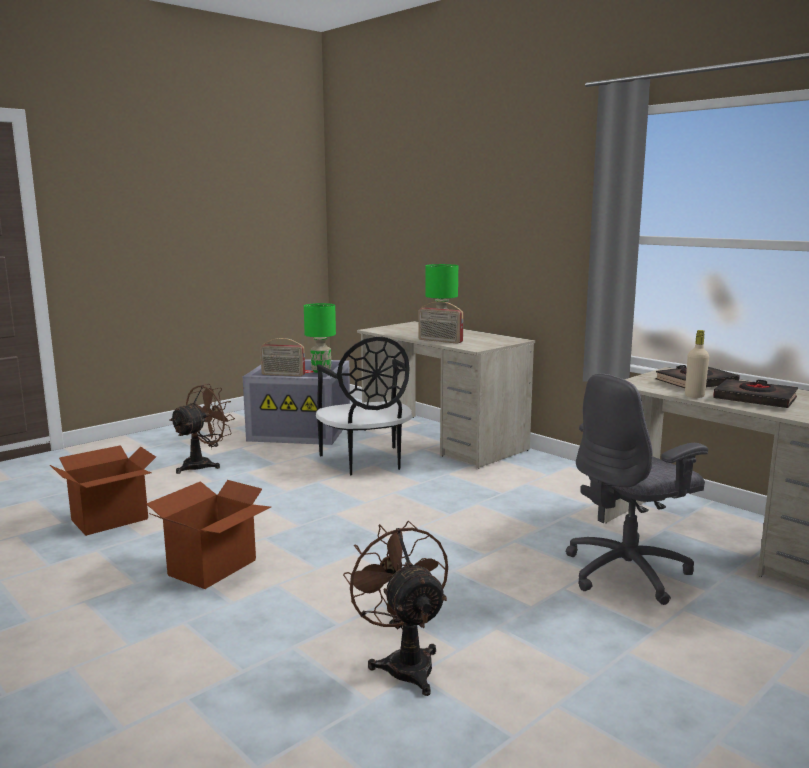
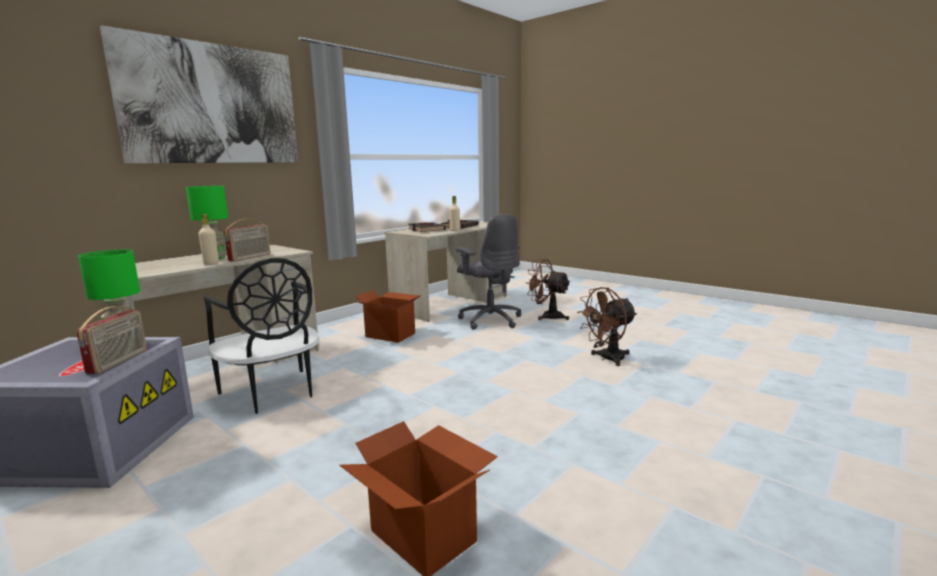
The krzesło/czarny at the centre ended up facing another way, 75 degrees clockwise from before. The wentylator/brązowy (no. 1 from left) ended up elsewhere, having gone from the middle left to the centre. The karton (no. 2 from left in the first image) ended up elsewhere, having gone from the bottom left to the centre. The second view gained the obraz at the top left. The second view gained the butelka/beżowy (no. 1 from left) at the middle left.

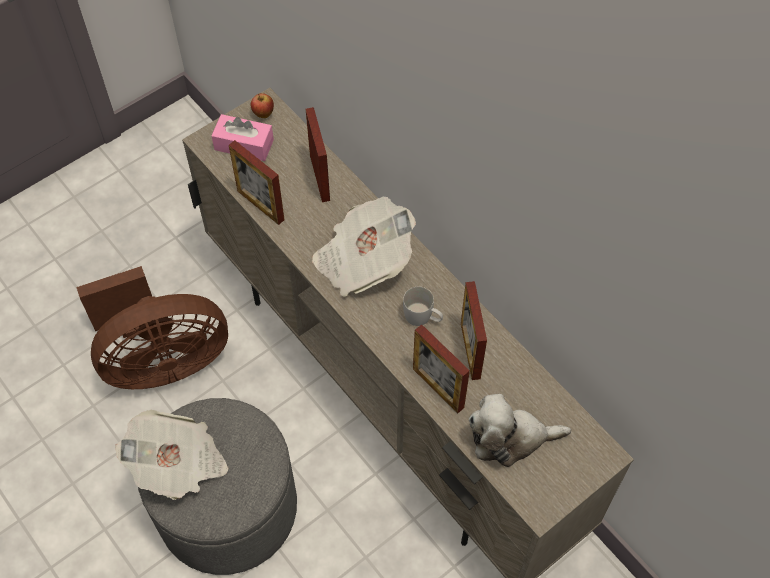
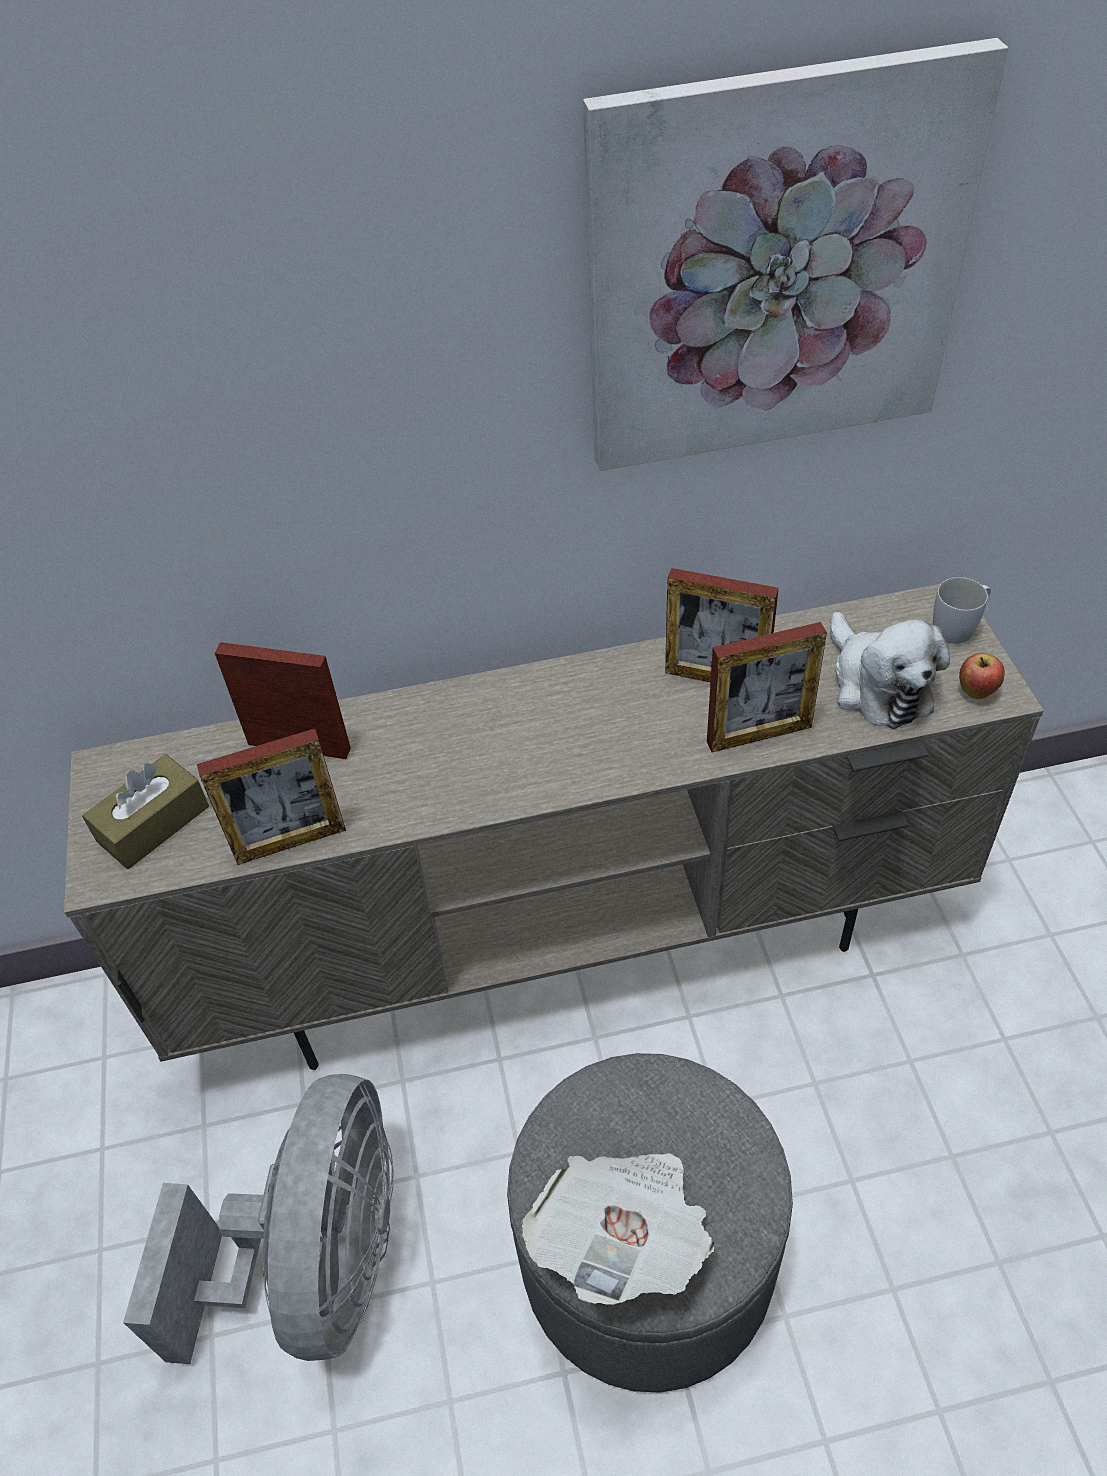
The jabłko ended up elsewhere, having gone from the top centre to the middle right. What was the pudełko chusteczek/różowy at the top left turned into the pudełko chusteczek/brązowy at the middle left. The second view lost the gazeta (no. 2 from left) at the centre. What was the wentylator/brązowy at the middle left turned into the wentylator/szary at the bottom left. The kubek/biały ended up elsewhere, having gone from the centre to the middle right. The pluszak at the bottom right ended up facing another way, 45 degrees counterclockwise from before. The second view gained the obraz at the top right.

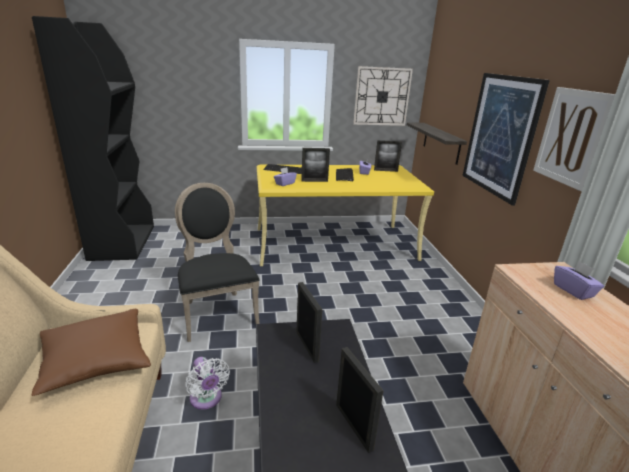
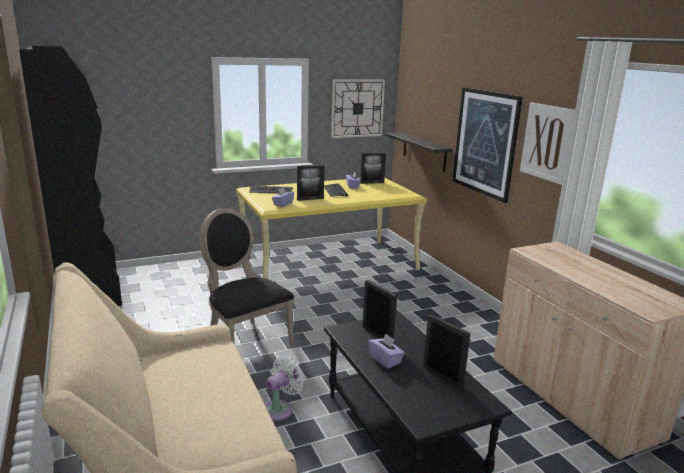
The pudełko chusteczek/fioletowy (no. 3 from left) ended up elsewhere, having gone from the middle right to the bottom centre. The second view lost the poduszka/brązowy at the bottom left. The wentylator/biały at the bottom left ended up facing another way, 90 degrees counterclockwise from before.

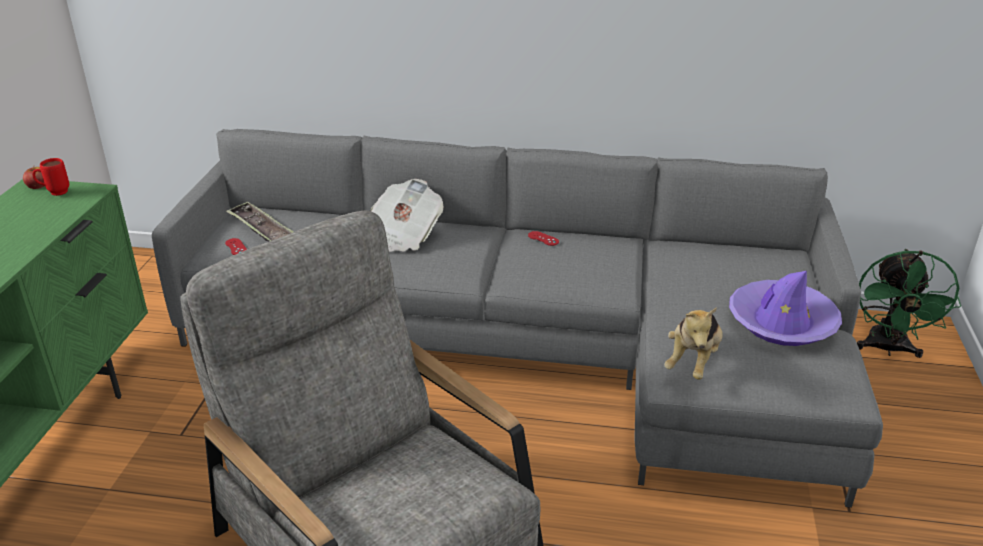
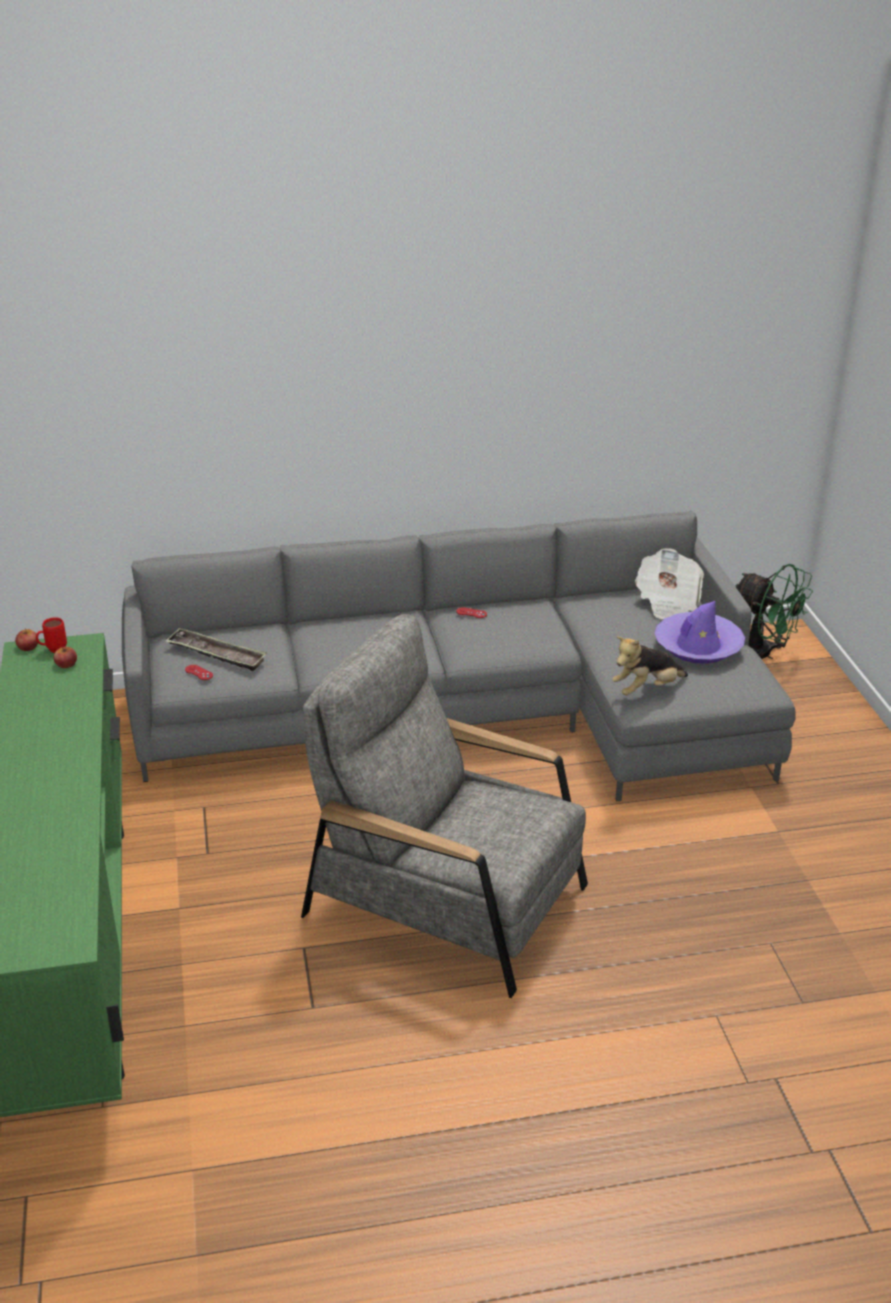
The gazeta ended up elsewhere, having gone from the centre to the middle right. The wentylator/zielony at the middle right ended up facing another way, 45 degrees counterclockwise from before. The pluszak at the middle right ended up facing another way, 60 degrees clockwise from before. The second view gained the jabłko (no. 2 from left) at the middle left.

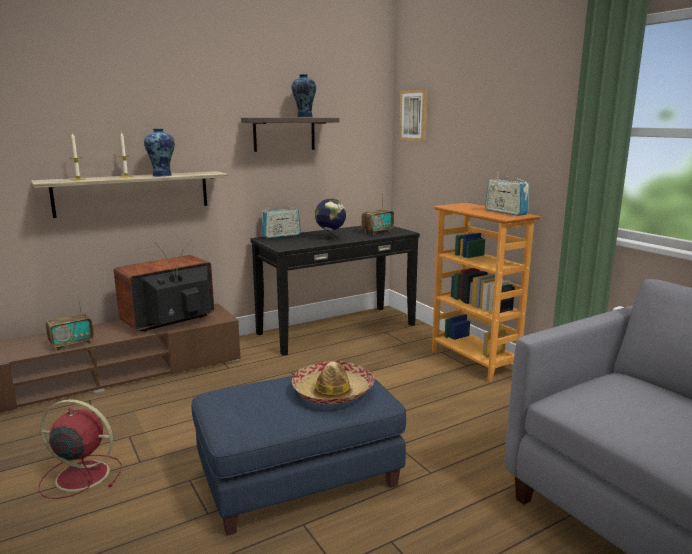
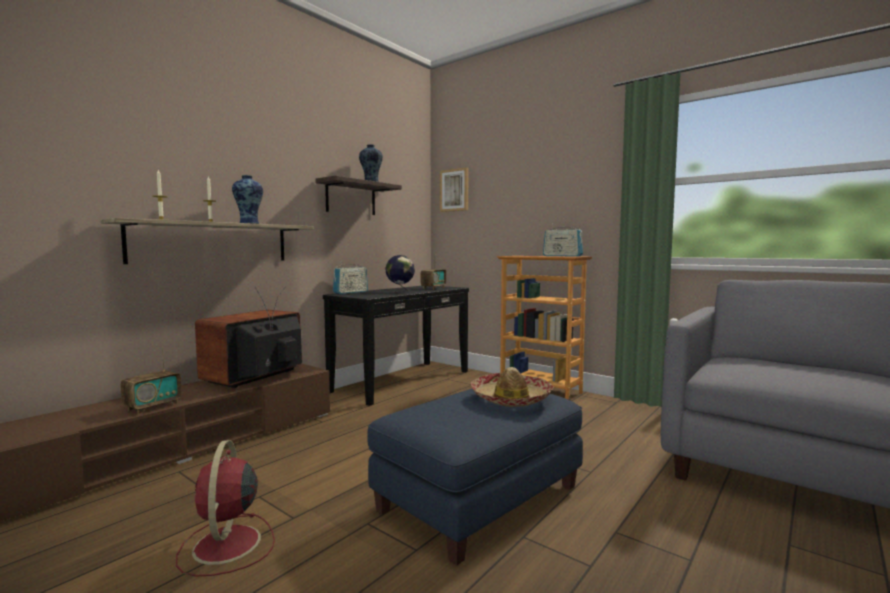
The wentylator/czerwony at the bottom left ended up facing another way, 90 degrees counterclockwise from before.

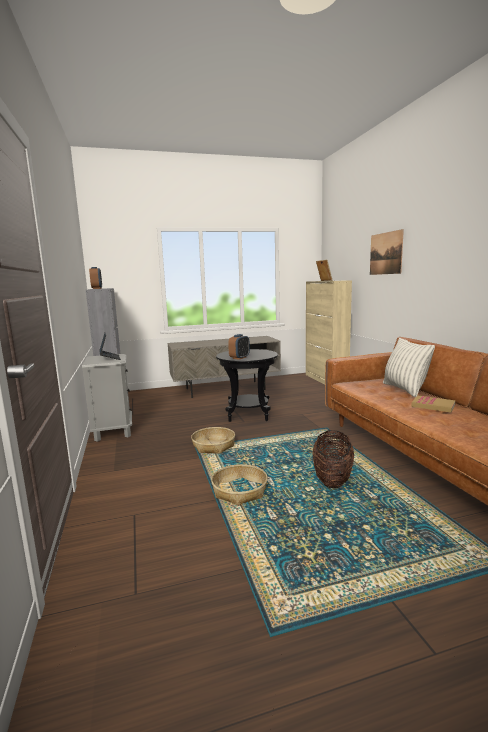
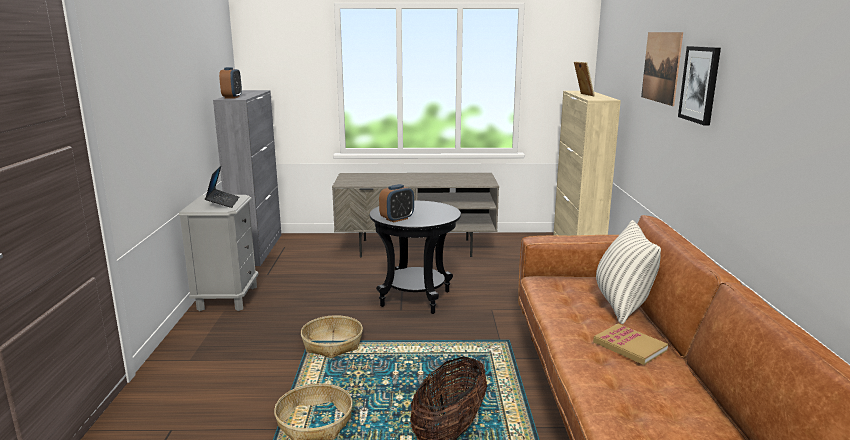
The second view gained the obraz (no. 2 from left) at the top right.

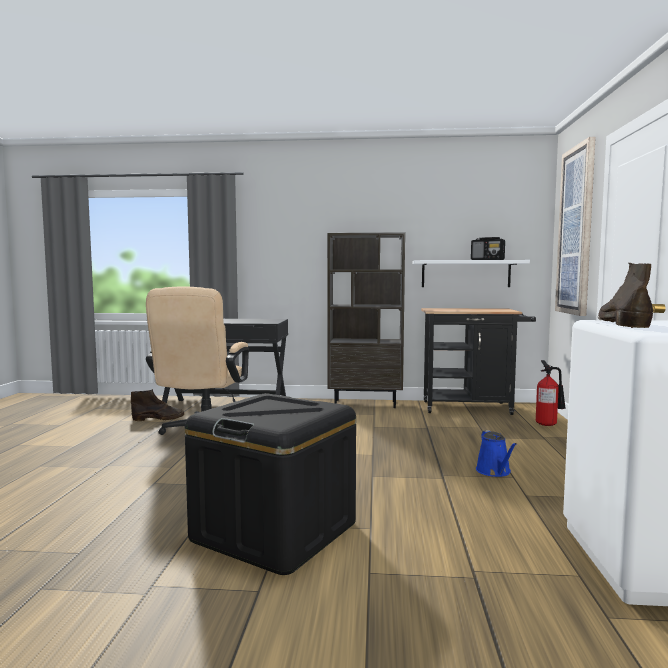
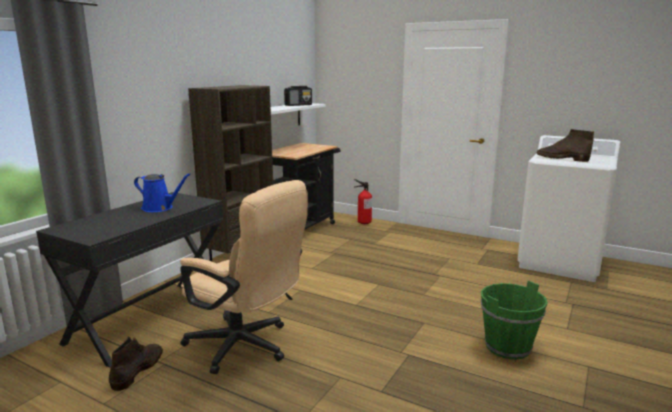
The second view lost the obraz at the middle right. Where the pojemnik do przechowywania/czarny stood at the bottom centre, the wiadro/zielony came to stand at the bottom right. The konewka/niebieski ended up elsewhere, having gone from the bottom right to the middle left.

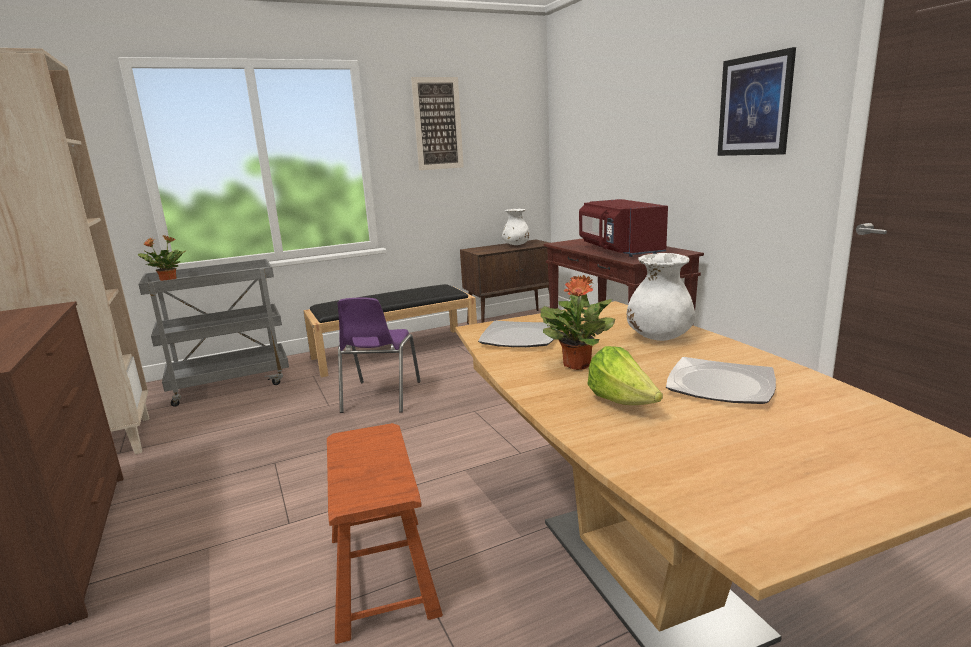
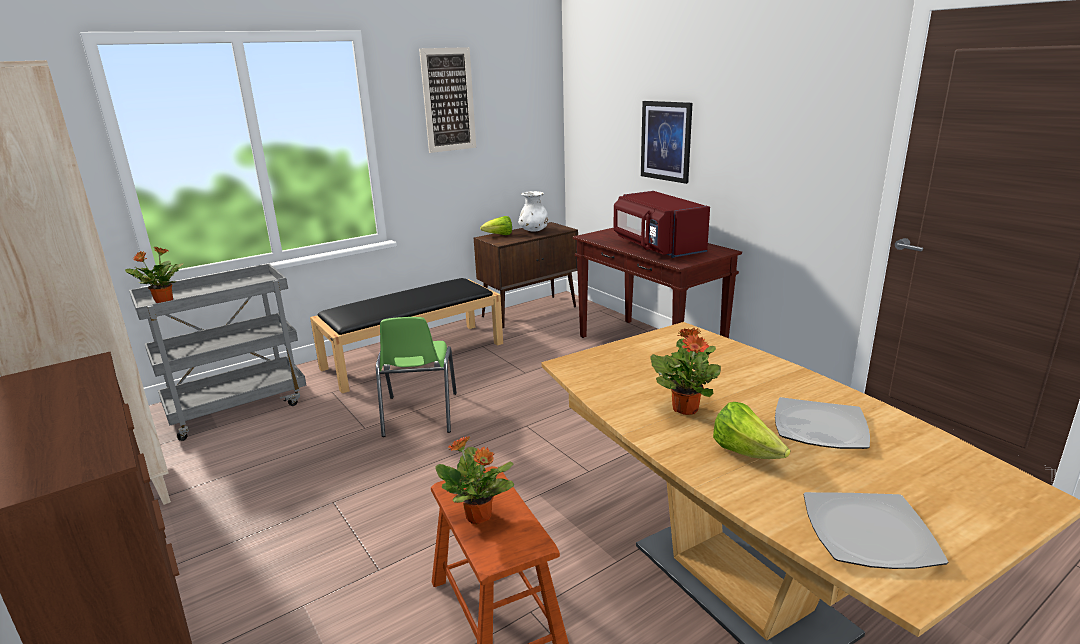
The obraz (no. 2 from left) ended up elsewhere, having gone from the top right to the top centre. The second view lost the wazon/biały (no. 2 from left) at the middle right. What was the krzesło/fioletowy at the centre turned into the krzesło/zielony at the centre. The talerz (no. 1 from left in the first image) ended up elsewhere, having gone from the centre to the bottom right. The second view gained the sałata (no. 1 from left) at the centre. The second view gained the roślina doniczkowa (no. 2 from left) at the bottom centre.

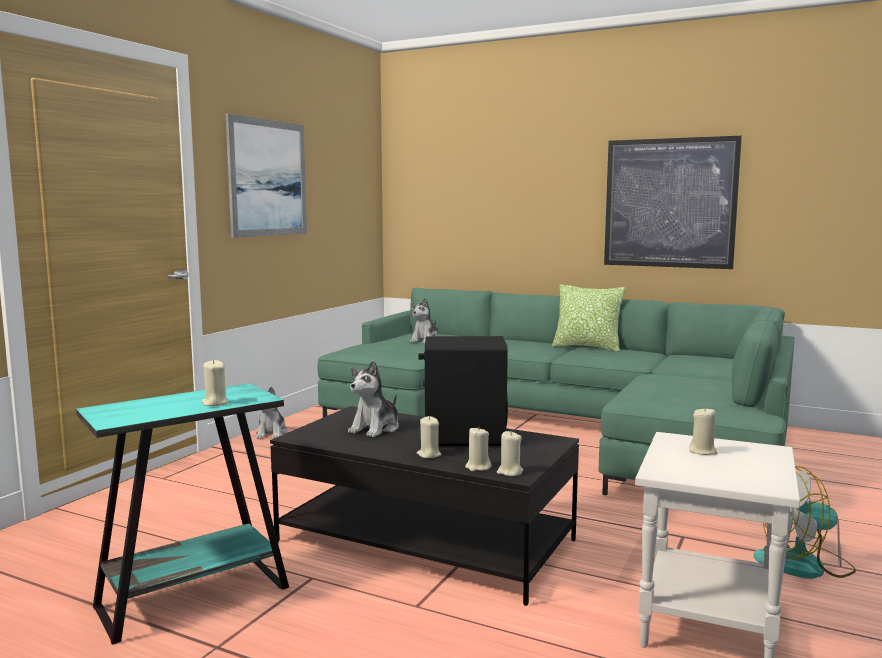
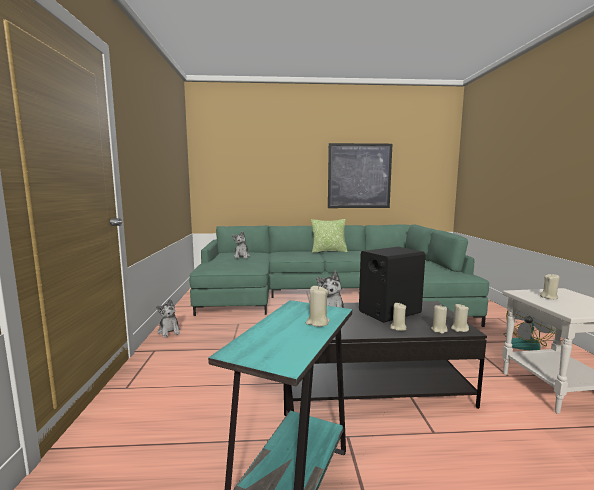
The second view lost the obraz (no. 1 from left) at the top left.

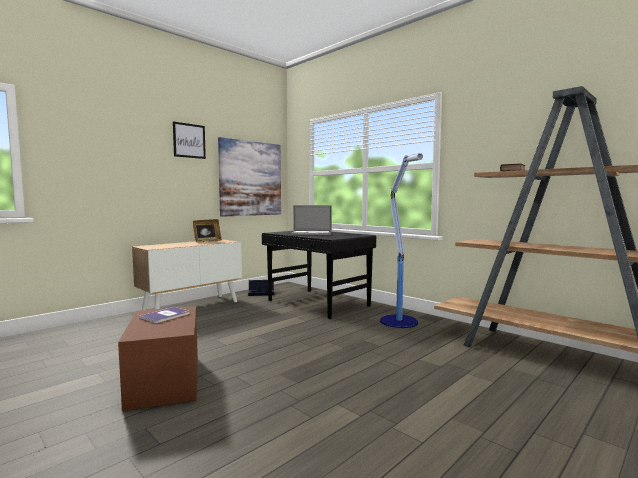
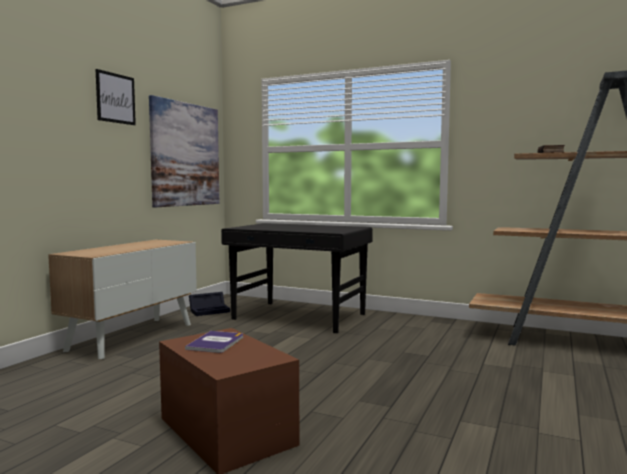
The second view lost the lampa stojąca at the centre. The second view lost the laptop at the centre. The second view lost the ramka na zdjęcie at the middle left.

